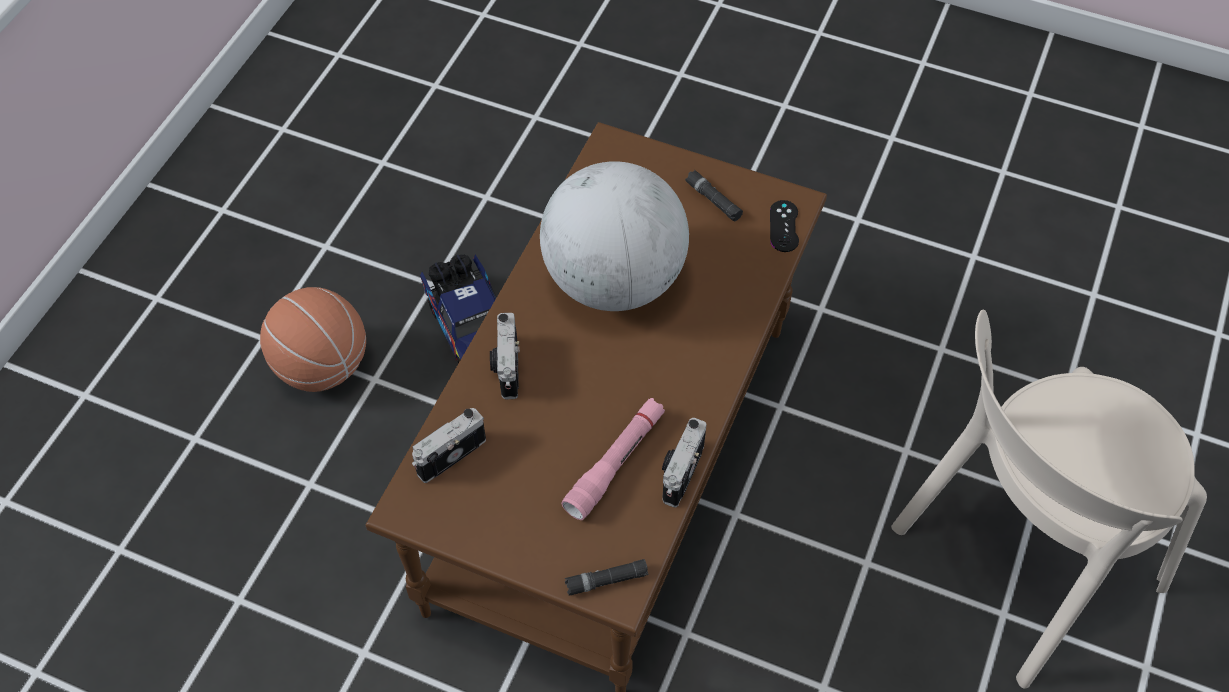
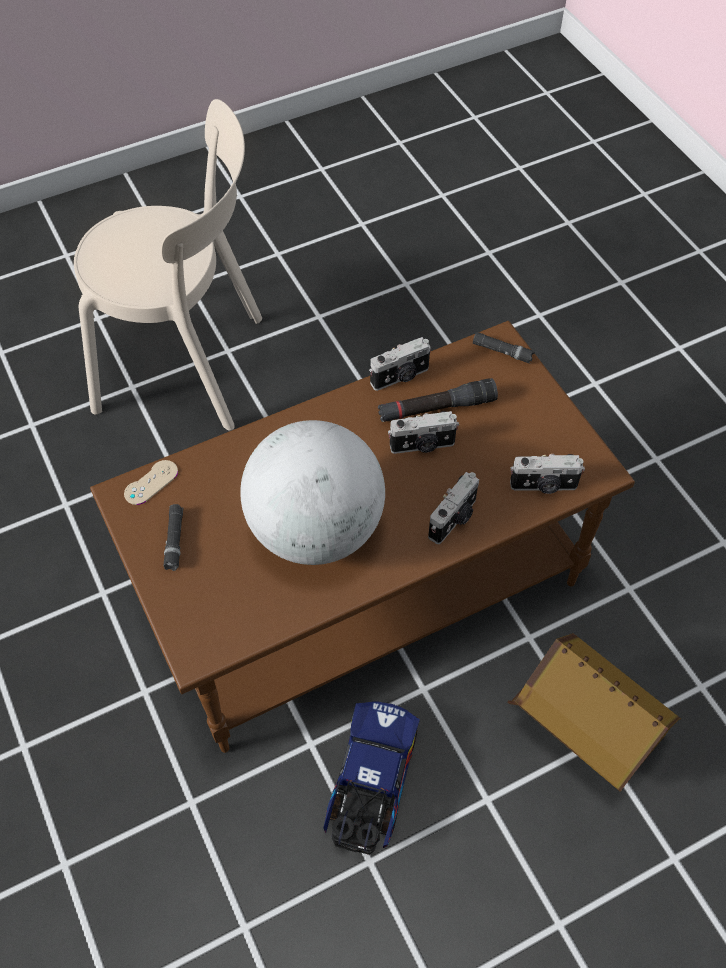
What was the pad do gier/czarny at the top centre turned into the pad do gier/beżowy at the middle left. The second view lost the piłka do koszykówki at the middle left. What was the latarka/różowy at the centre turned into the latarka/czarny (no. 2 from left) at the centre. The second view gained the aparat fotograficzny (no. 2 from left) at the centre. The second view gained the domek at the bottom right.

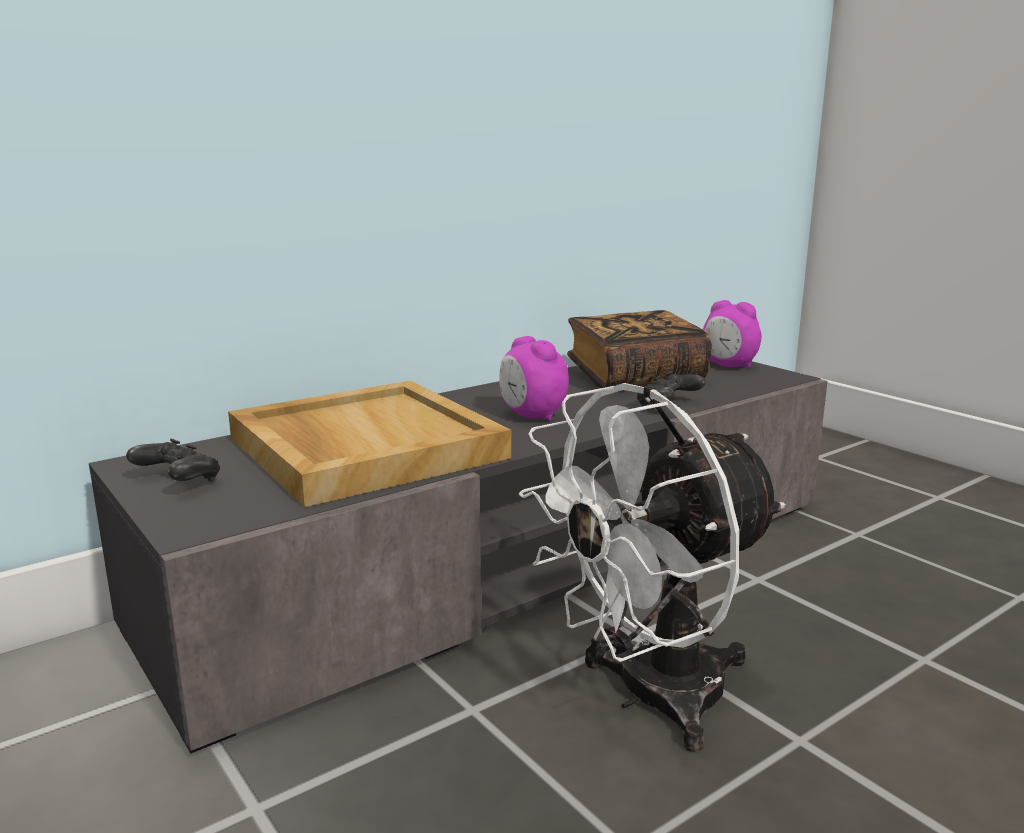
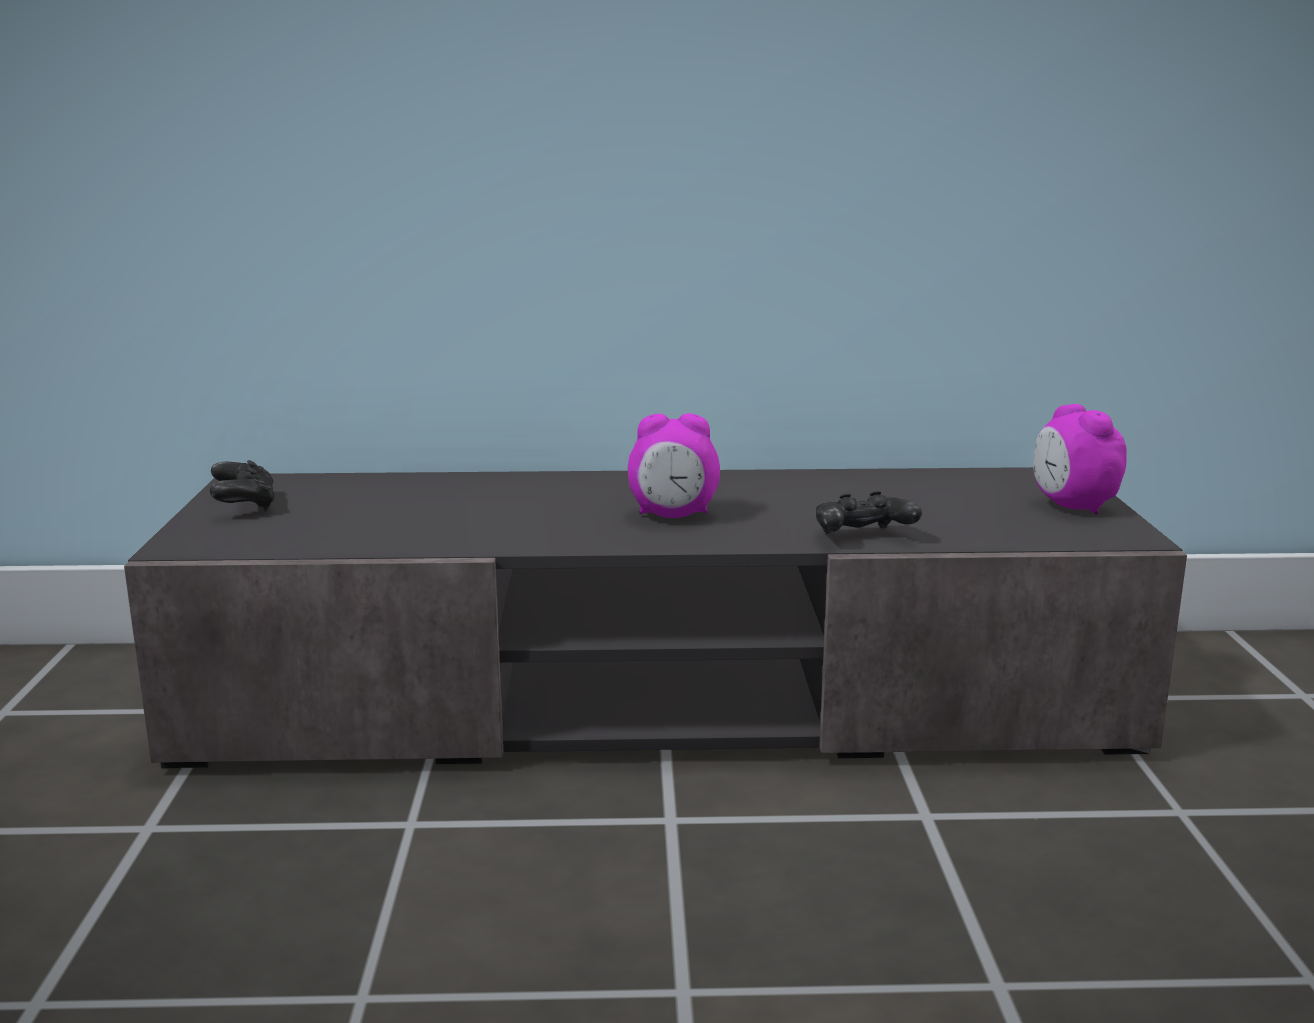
The second view lost the książka at the centre. The budzik (no. 1 from left) at the centre ended up facing another way, 90 degrees counterclockwise from before. The second view lost the taca/beżowy at the centre. The second view lost the wentylator/biały at the bottom centre.

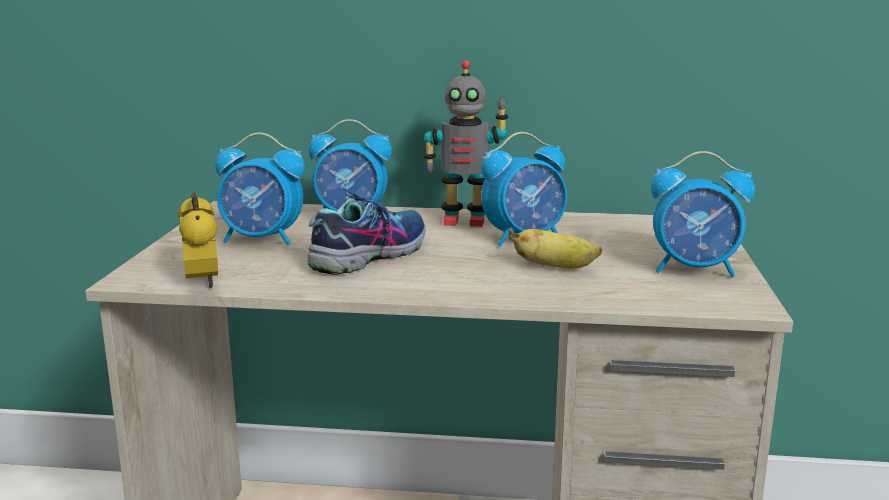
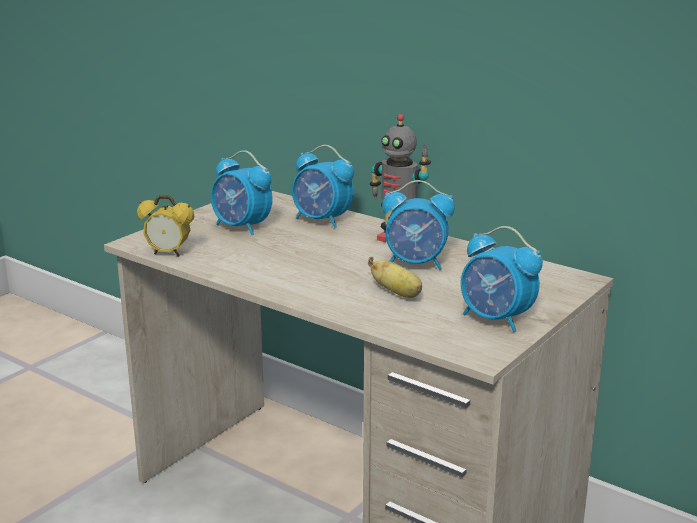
The second view lost the but at the centre. The budzik (no. 1 from left) at the middle left ended up facing another way, 90 degrees clockwise from before.

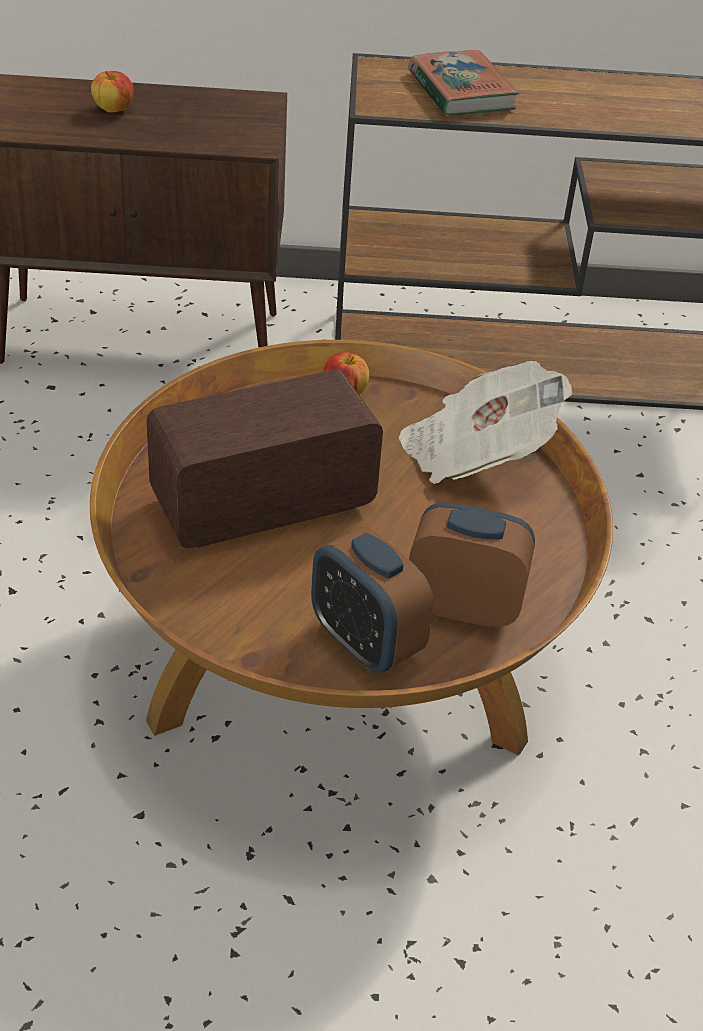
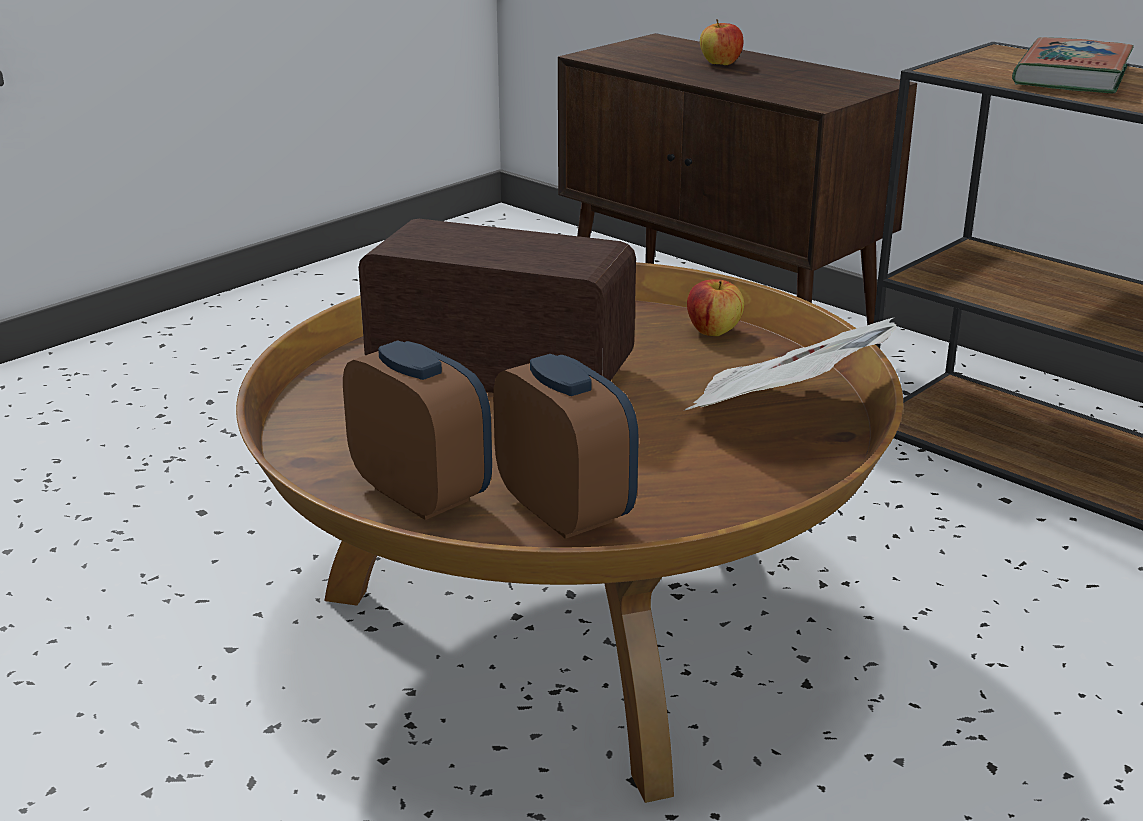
The budzik (no. 1 from left) at the centre ended up facing another way, 135 degrees clockwise from before.

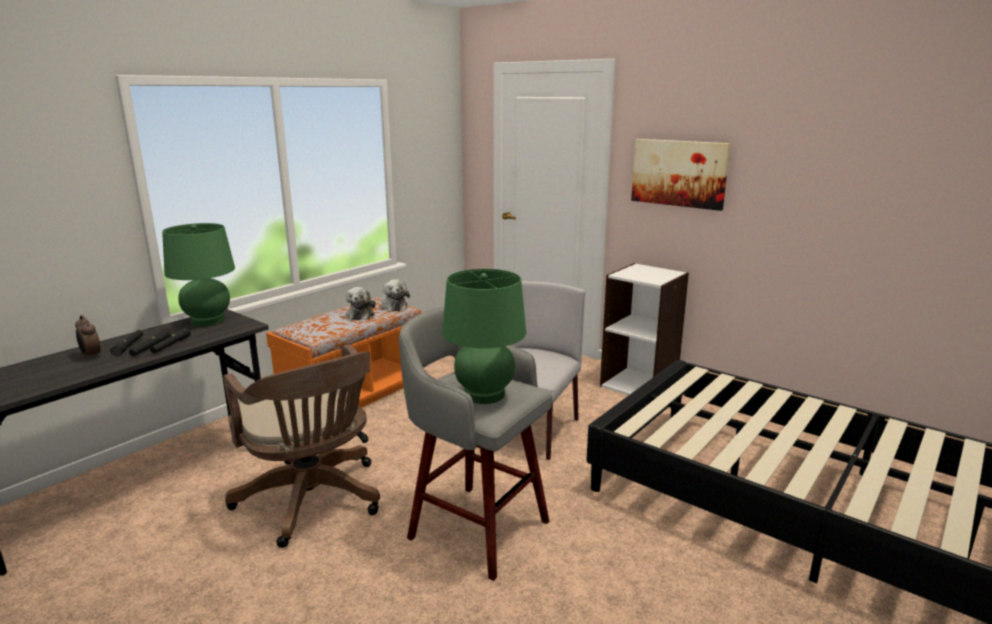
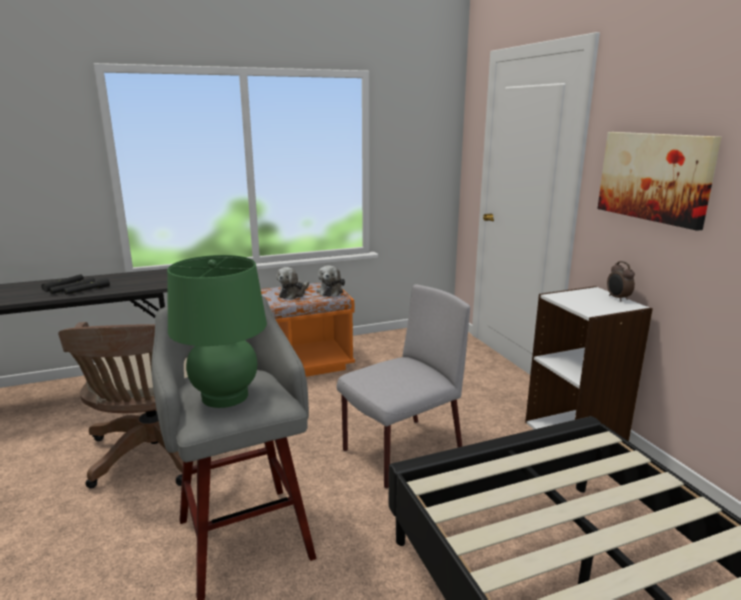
The second view lost the lampa stołowa/zielony (no. 1 from left) at the middle left. The budzik ended up elsewhere, having gone from the middle left to the middle right.

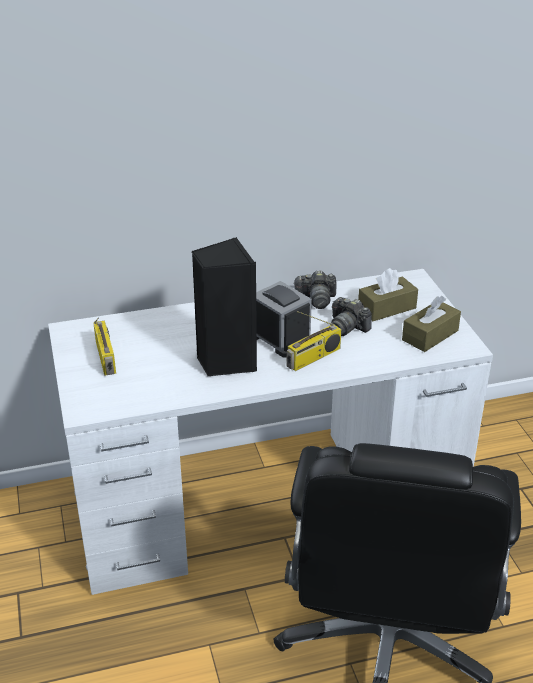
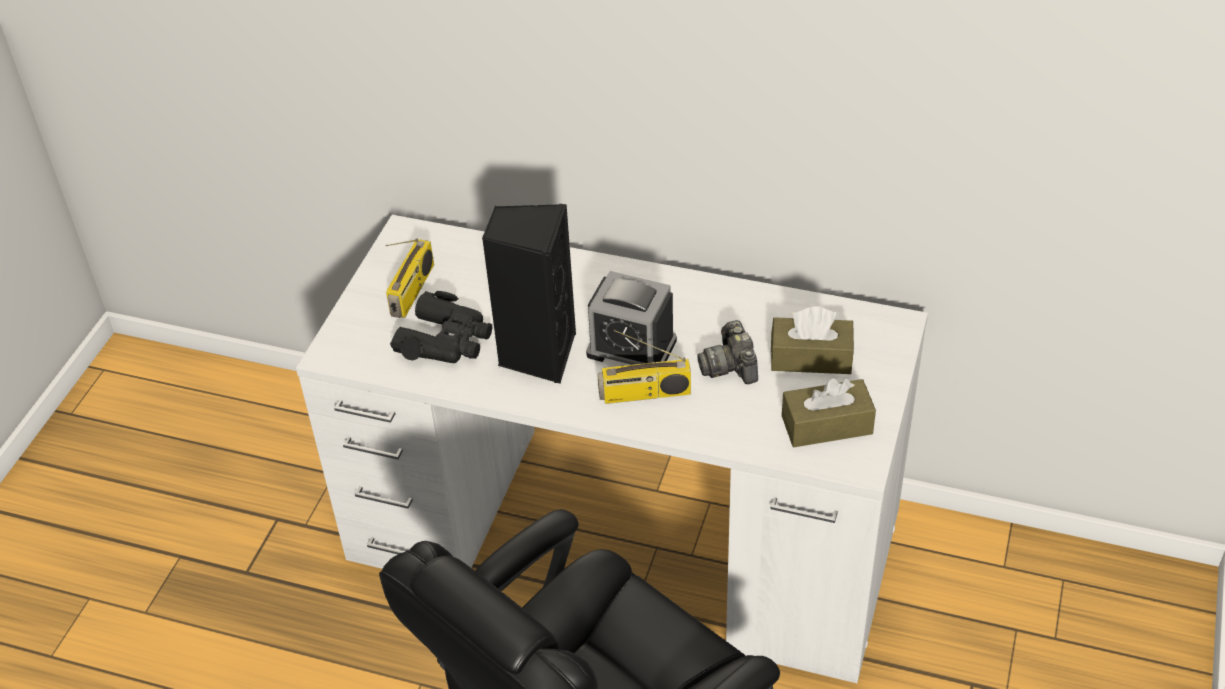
The second view lost the aparat fotograficzny (no. 1 from left) at the centre. The budzik at the centre ended up facing another way, 120 degrees clockwise from before. The second view gained the lornetka/czarny at the centre.

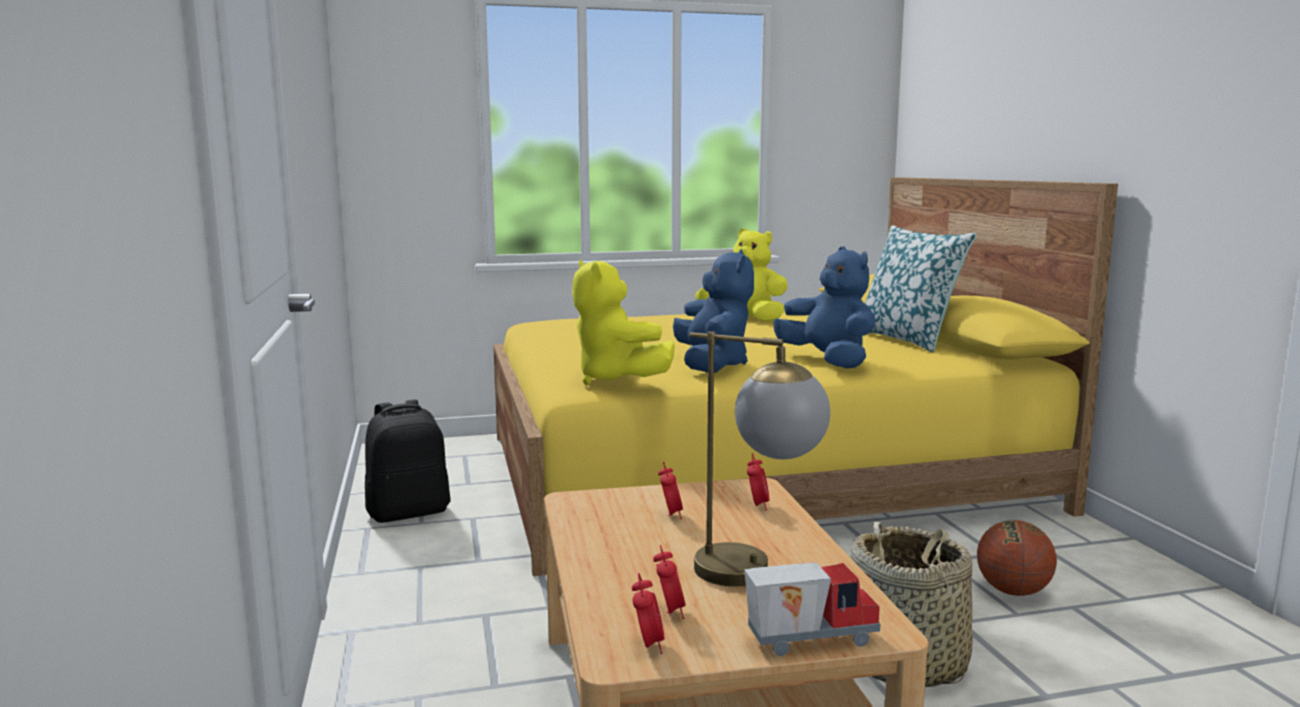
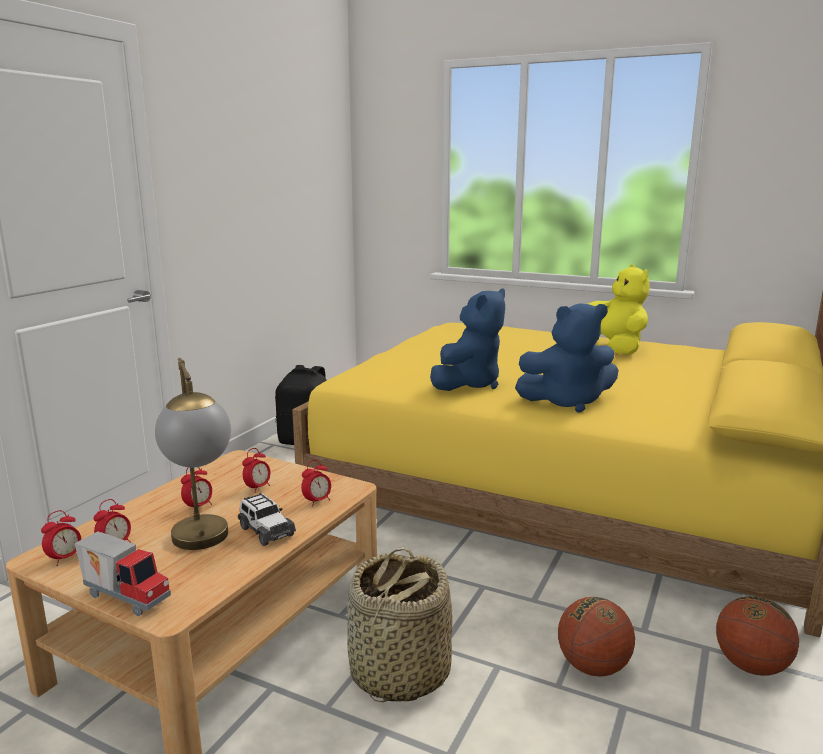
The second view lost the poduszka at the middle right. The pluszak/niebieski (no. 2 from left) at the centre ended up facing another way, 75 degrees clockwise from before. The second view lost the pluszak/żółty (no. 1 from left) at the centre. The second view gained the budzik (no. 3 from left) at the middle left. The second view gained the samochodzik at the bottom left. The second view gained the piłka do koszykówki (no. 2 from left) at the bottom right.

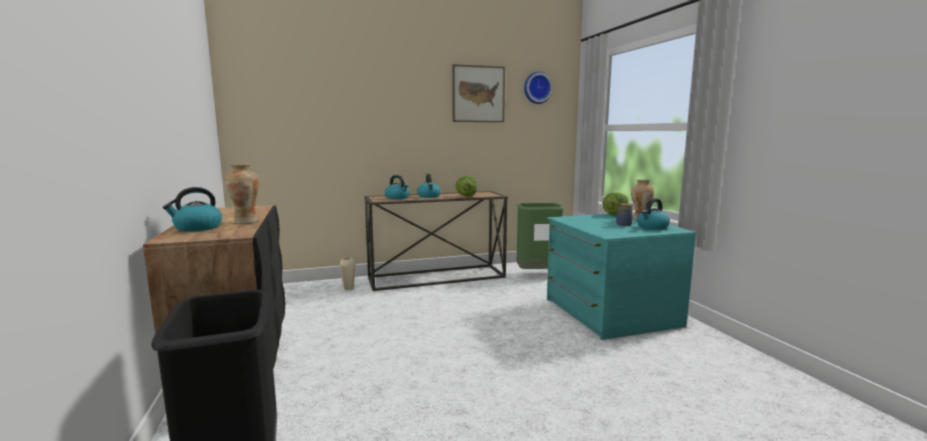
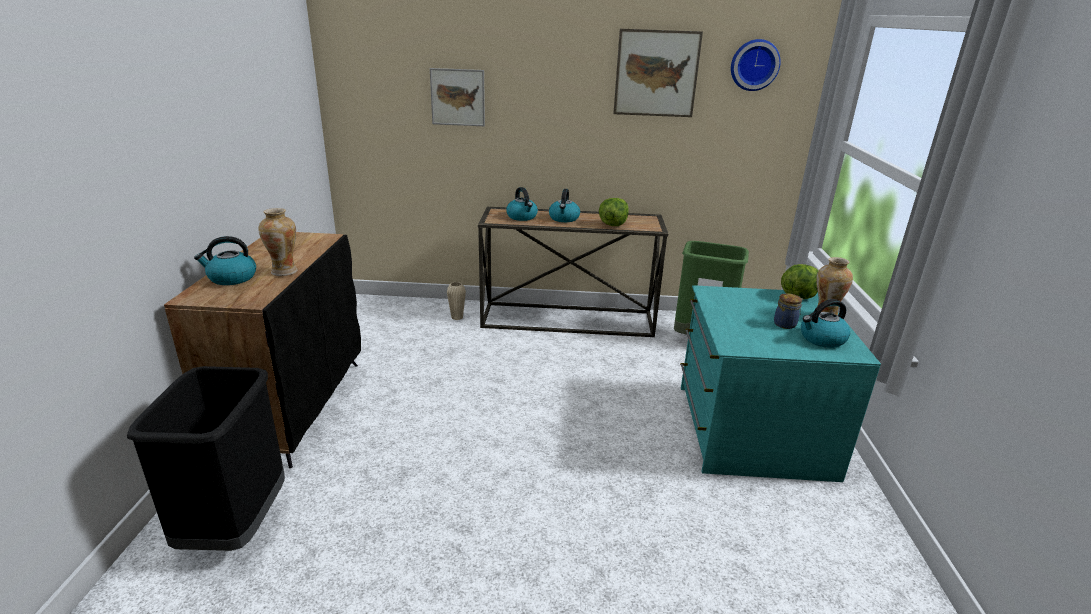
The second view gained the obraz (no. 1 from left) at the top centre.

